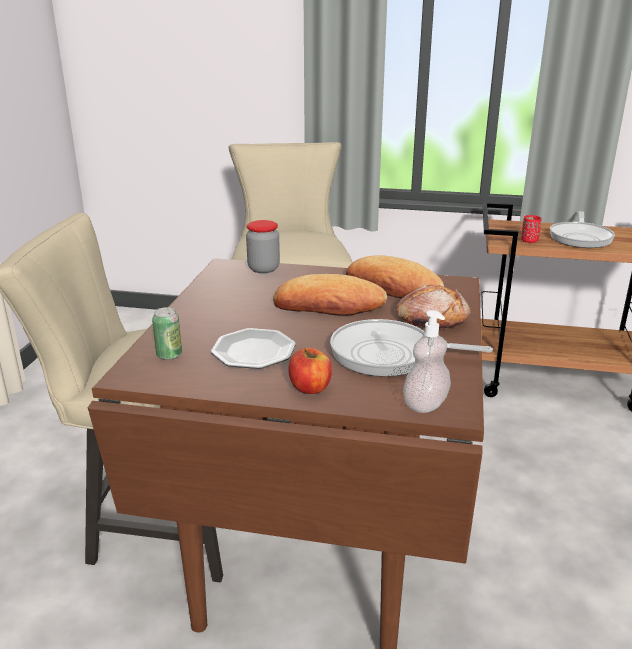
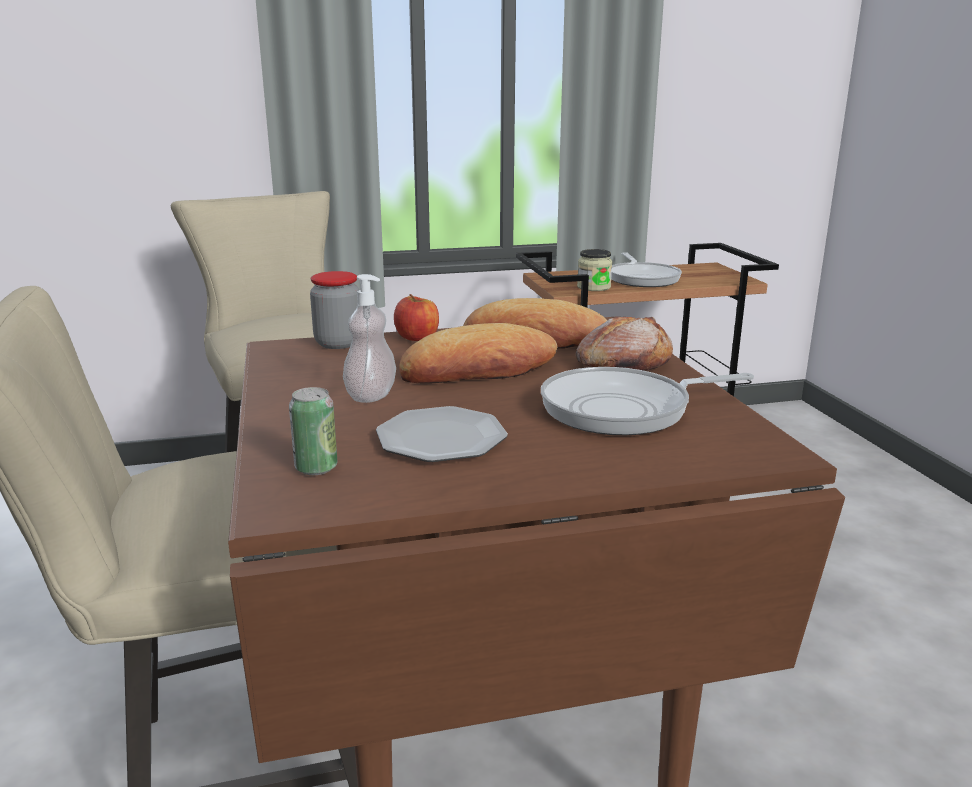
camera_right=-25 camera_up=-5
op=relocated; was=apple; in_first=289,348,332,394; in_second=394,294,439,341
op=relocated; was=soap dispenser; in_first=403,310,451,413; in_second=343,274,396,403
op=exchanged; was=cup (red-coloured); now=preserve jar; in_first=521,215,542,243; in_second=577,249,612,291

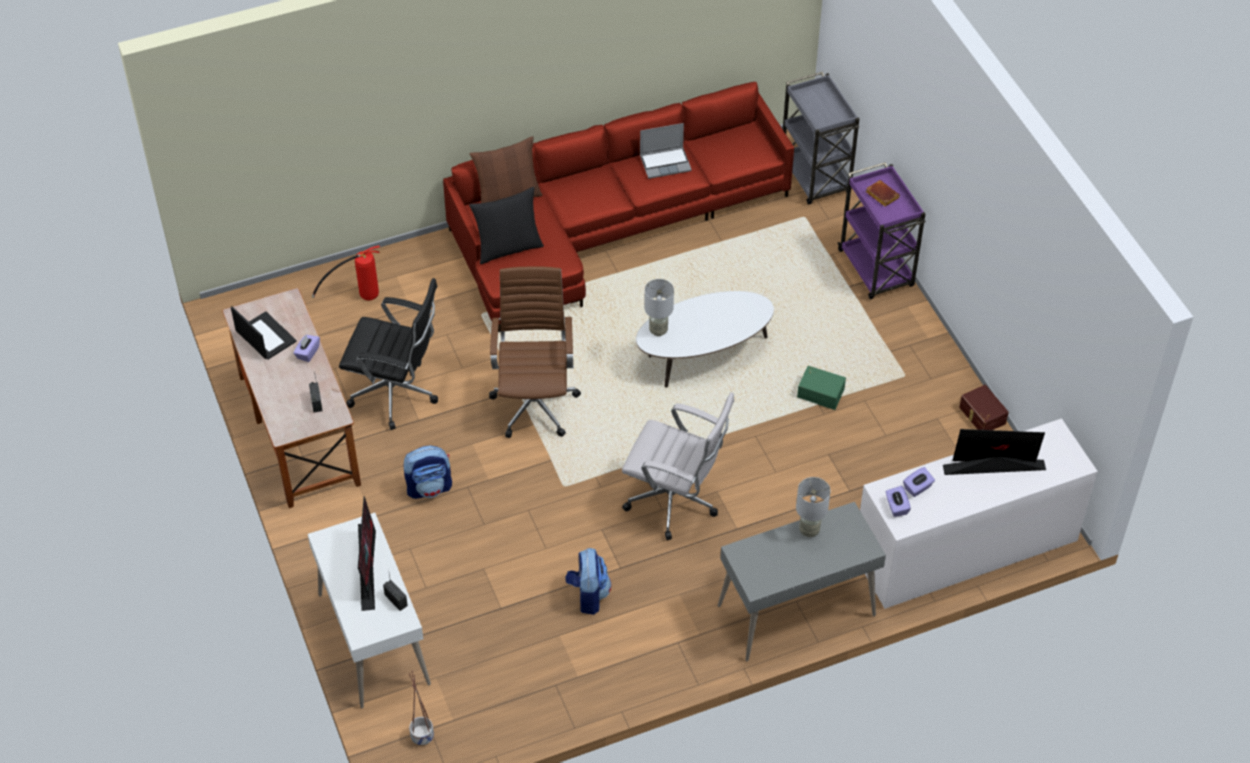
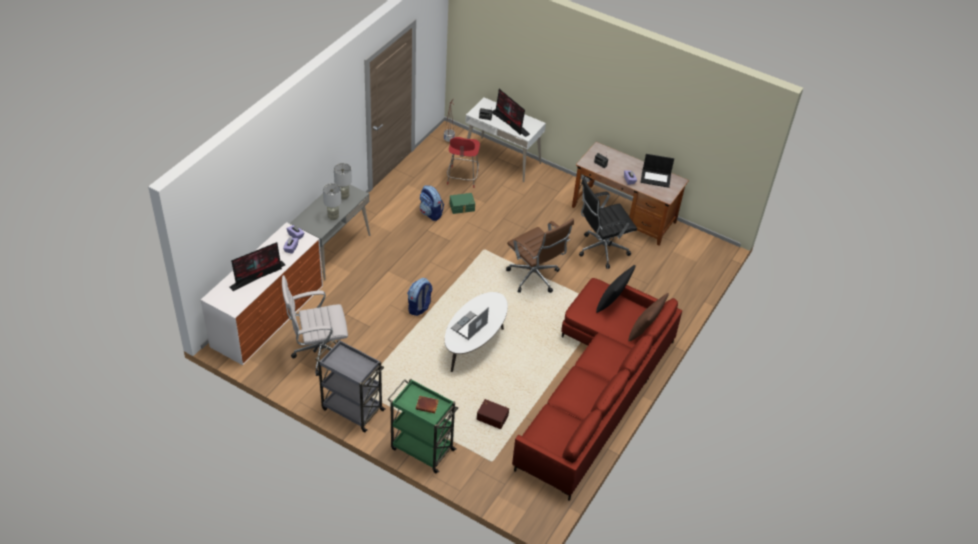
camera_right=140 camera_up=-5
op=missing; was=extinguisher; in_first=312,246,380,300
op=appeared; now=upright chair (red-coloured); in_second=447,137,480,188
op=relocated; was=knapsack; in_first=403,445,452,499; in_second=407,278,433,316
op=relocated; was=office chair (whitish); in_first=622,392,734,540; in_second=282,275,348,376
op=relocated; was=portable computer; in_first=640,123,692,179; in_second=451,307,489,340
op=relocated; was=table lamp (grey); in_first=644,279,674,336; in_second=334,163,352,200
op=relocated; was=wheeled cart (grey); in_first=783,71,859,205; in_second=316,339,386,432
op=relocated; was=storage container (green); in_first=797,366,846,410; in_second=449,193,475,214
op=relocated; was=storage container (brown-coloured); in_first=959,385,1009,430; in_second=477,399,509,429
op=colour; was=wheeled cart (purple); now=wheeled cart (green); in_first=838,162,926,299; in_second=388,378,458,474

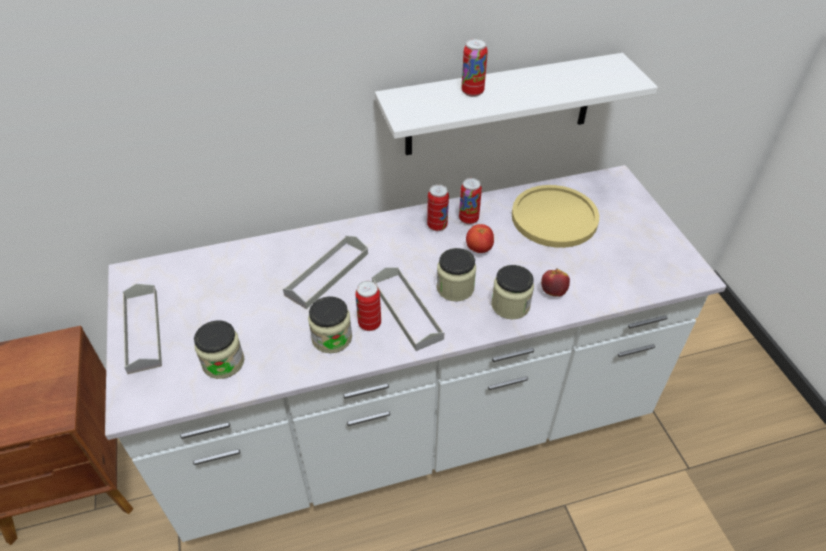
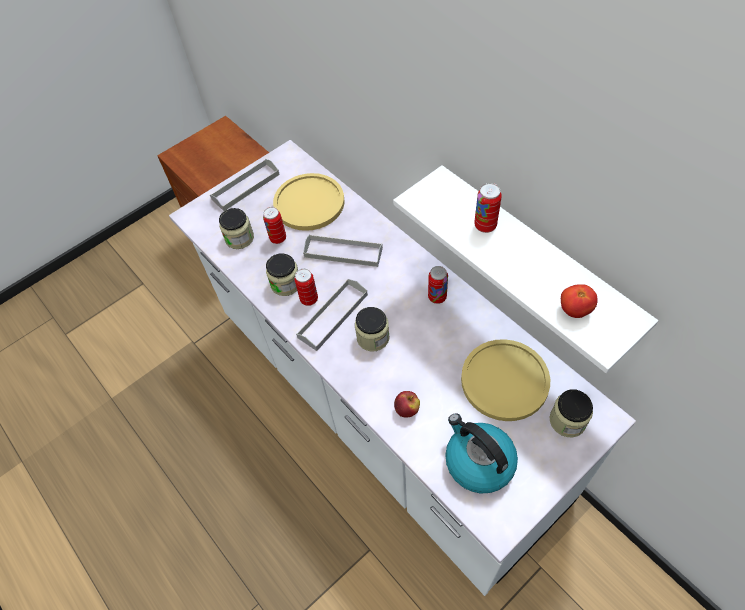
camera_right=70 camera_up=10
op=appeared; now=flat dish (yellowish); in_second=273,173,344,231
op=appeared; now=kettle; in_second=445,413,518,494
op=relocated; was=metal can; in_first=459,178,482,224; in_second=263,207,286,244
op=relocated; was=whole tomato; in_first=466,224,494,253; in_second=561,284,598,318
op=relocated; was=preserve jar; in_first=491,265,534,319; in_second=550,389,593,437

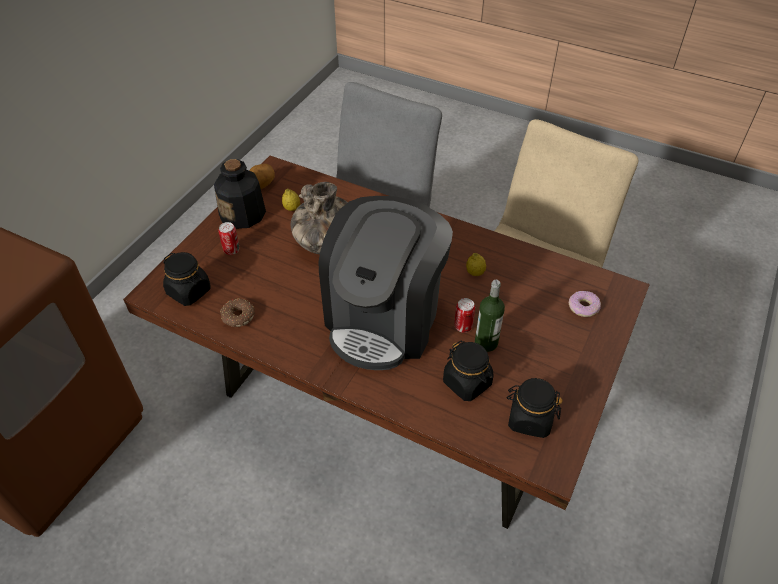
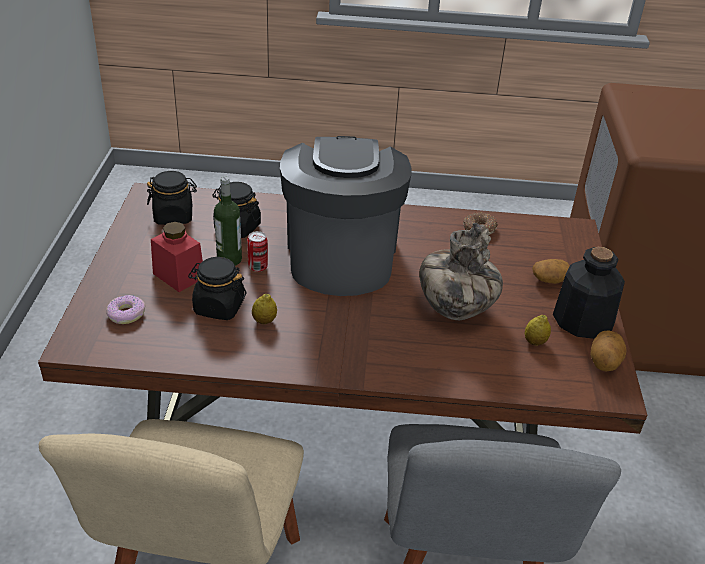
camera_right=155 camera_up=-10
op=appeared; now=preserve jar (red-coloured); in_second=151,222,203,292
op=relocated; was=preserve jar (black-coloured); in_first=163,252,211,306; in_second=188,257,246,320
op=exchanged; was=metal can; now=spud; in_first=218,222,239,255; in_second=532,259,569,284

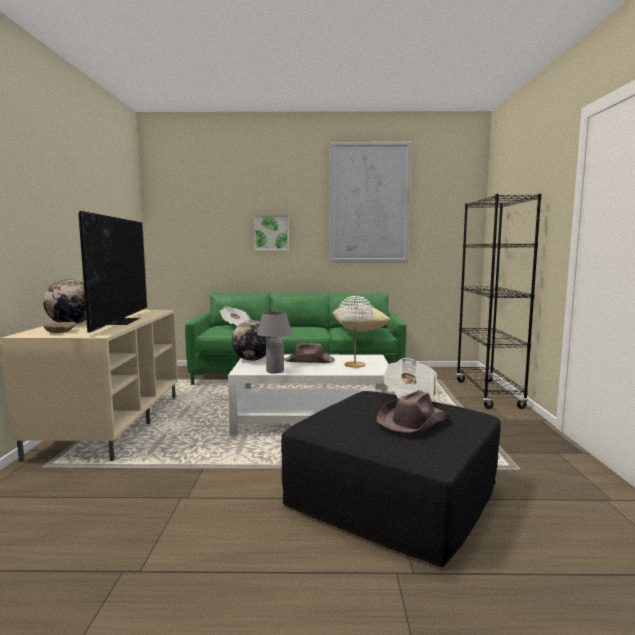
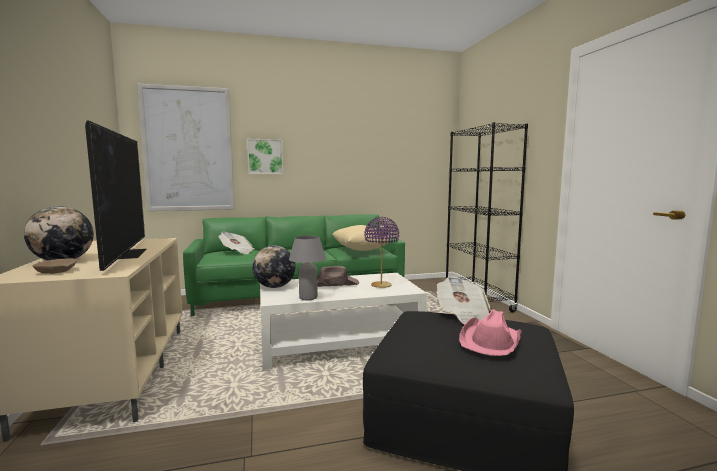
camera_right=-15 camera_up=0
op=relocated; was=wall picture; in_first=329,142,412,263; in_second=137,84,235,211
op=colour; was=table lamp (whitish); now=table lamp (purple); in_first=338,295,373,368; in_second=365,217,399,288
op=colour; was=wearable hat (brown-coloured); now=wearable hat (pinkish); in_first=377,390,451,432; in_second=459,309,522,356

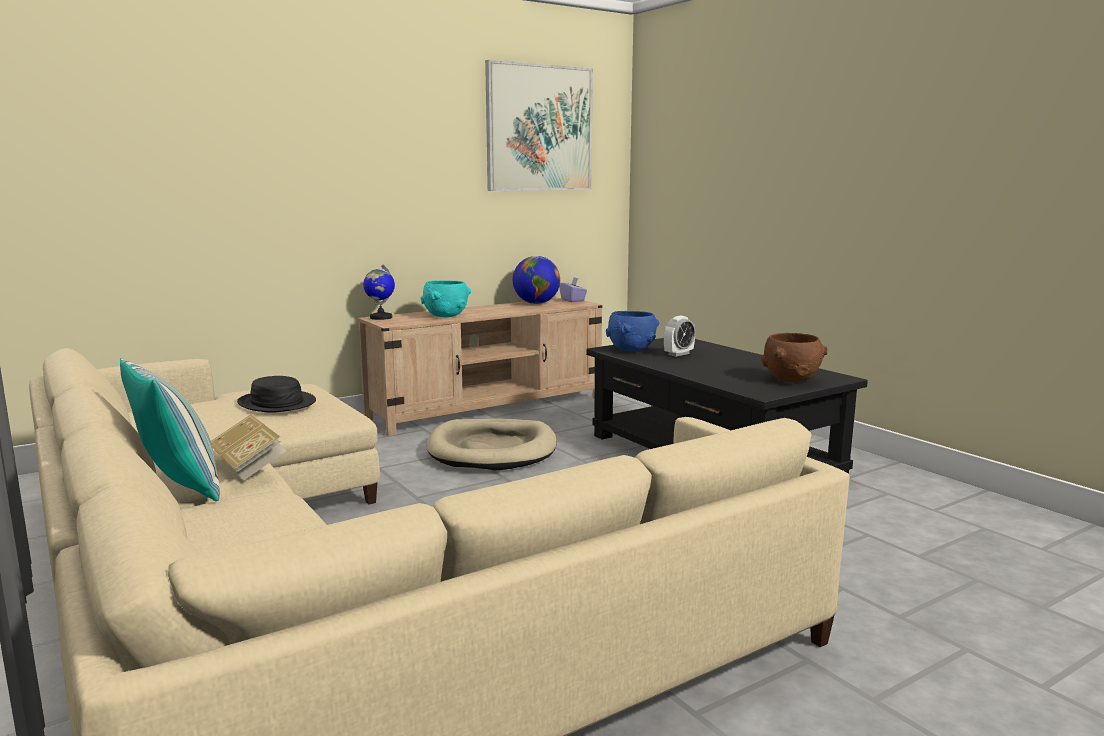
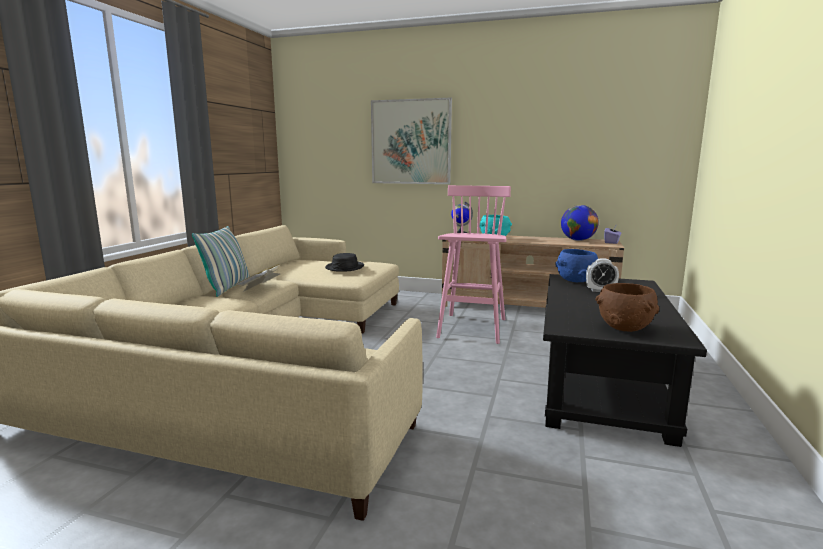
camera_right=50 camera_up=0
op=relocated; was=wall picture; in_first=485,60,593,191; in_second=371,98,452,184
op=exchanged; was=dog bed (beige); now=stool (pinkish); in_first=427,418,557,471; in_second=436,185,511,344

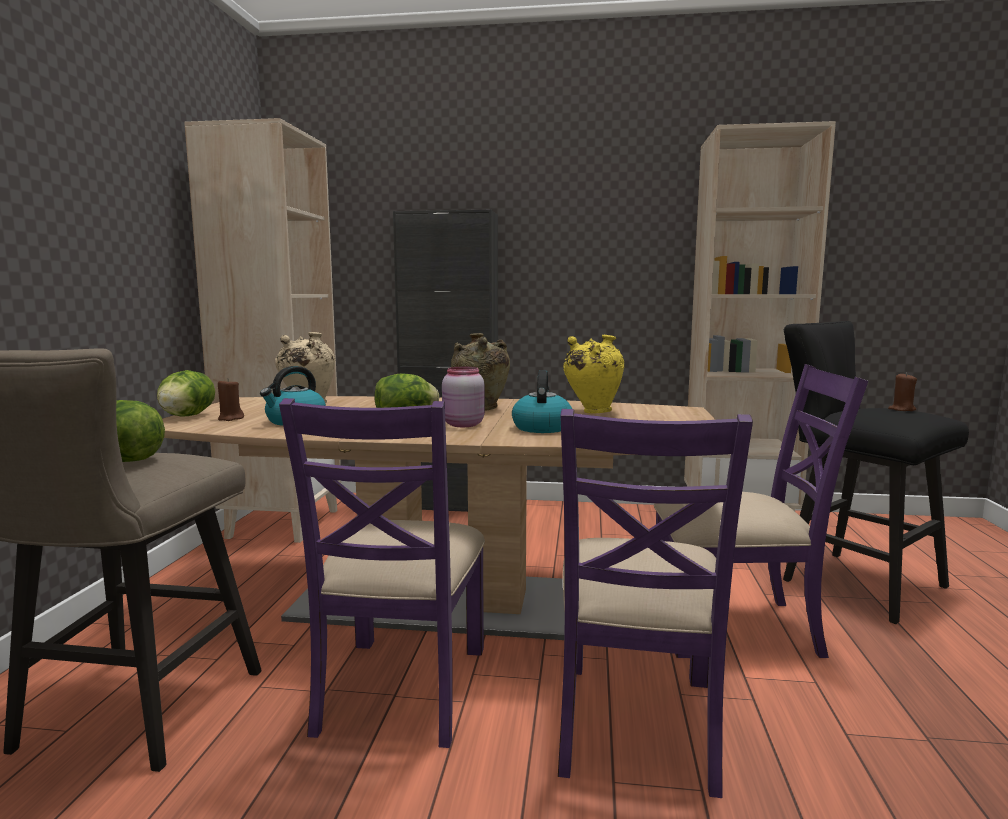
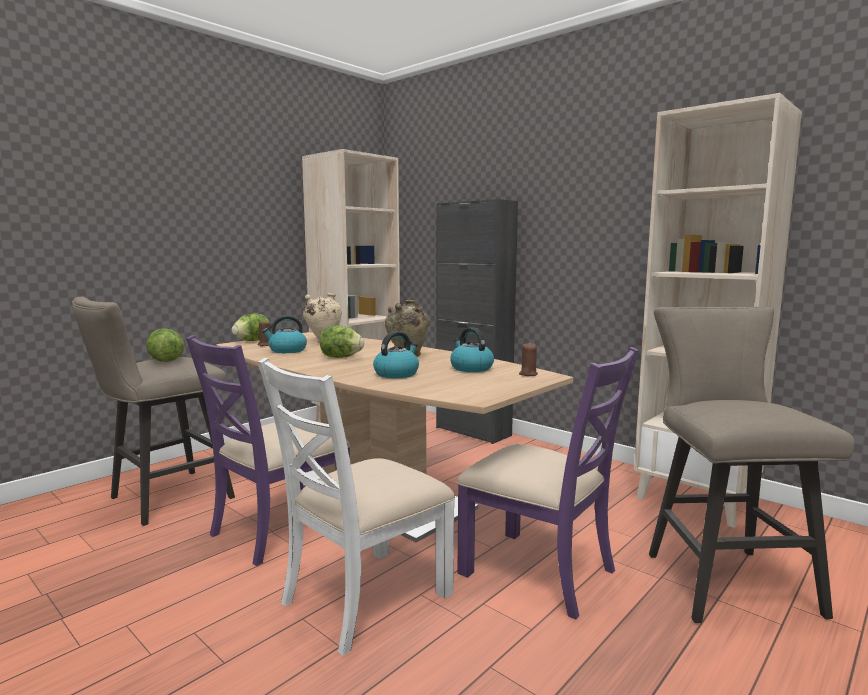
camera_right=35 camera_up=0
op=missing; was=preserve jar (pinkish); in_first=442,367,485,427
op=relocated; was=candle (brown-coloured); in_first=888,373,917,411; in_second=519,342,538,376
op=exchanged; was=vase (yellowish); now=kettle; in_first=563,335,624,413; in_second=450,327,494,372
op=colour; was=upright chair (purple); now=upright chair (whitish); in_first=558,409,753,798; in_second=258,358,455,656
op=colour; was=stool (black-coloured); now=stool (beige); in_first=783,321,969,624; in_second=649,307,855,623

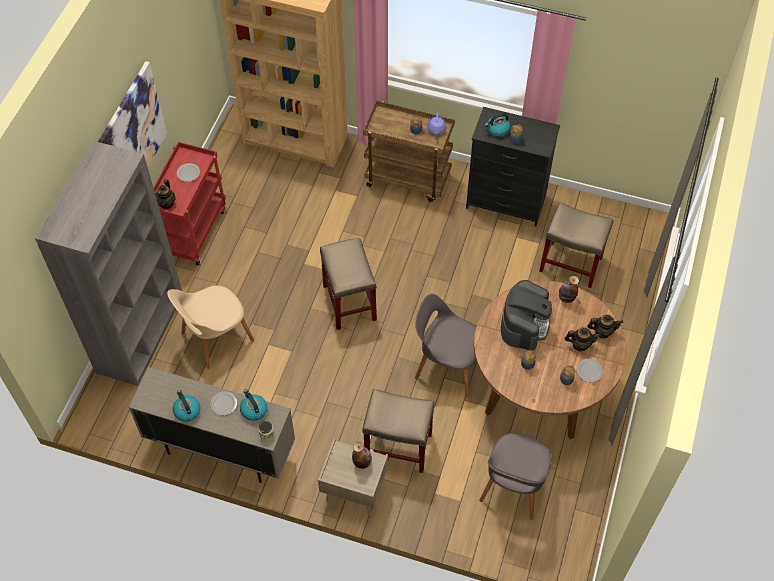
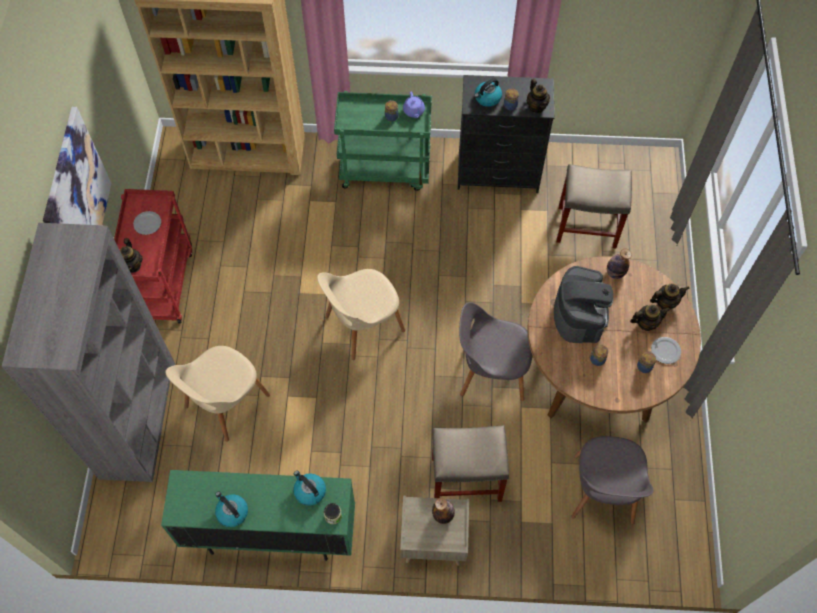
camera_right=-15 camera_up=5
op=missing; was=flat dish; in_first=210,391,237,416
op=appeared; now=tea pot; in_second=527,79,550,113
op=exchanged; was=stool (beige); now=upright chair (beige); in_first=320,238,377,330; in_second=317,269,405,360
op=colour; was=cabinet (beige); now=cabinet (green); in_first=129,367,295,483; in_second=161,470,355,561
op=colour; was=wheeled cart (brown-coloured); now=wheeled cart (green); in_first=363,101,455,202; in_second=334,91,432,191

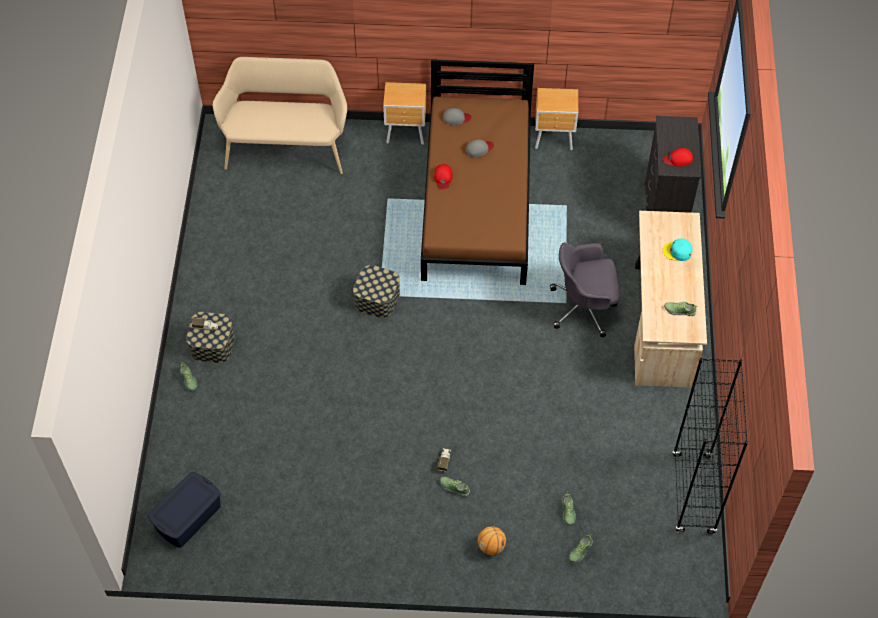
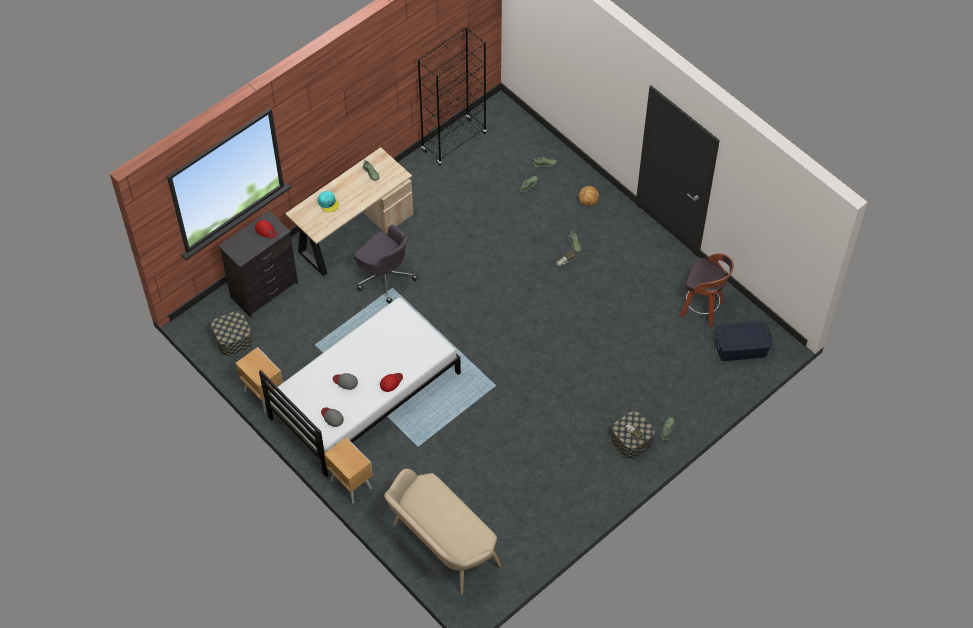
camera_right=-135 camera_up=0
op=appeared; now=stool; in_second=680,253,734,327
op=relocated; was=storage container; in_first=353,265,400,318; in_second=211,311,253,356
op=colour; was=bed (brown-coloured); now=bed (whitish); in_first=421,59,534,285; in_second=259,298,461,477

